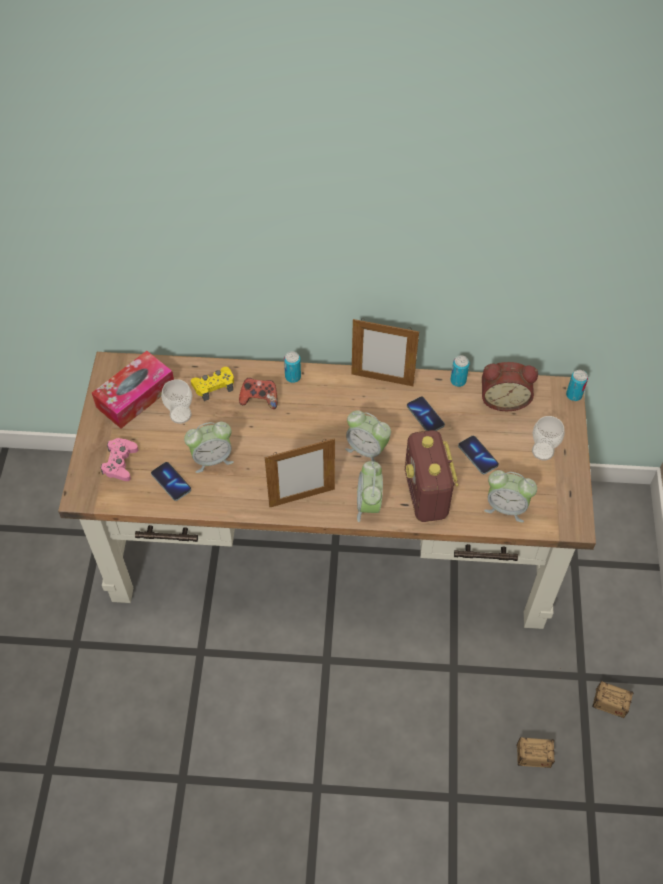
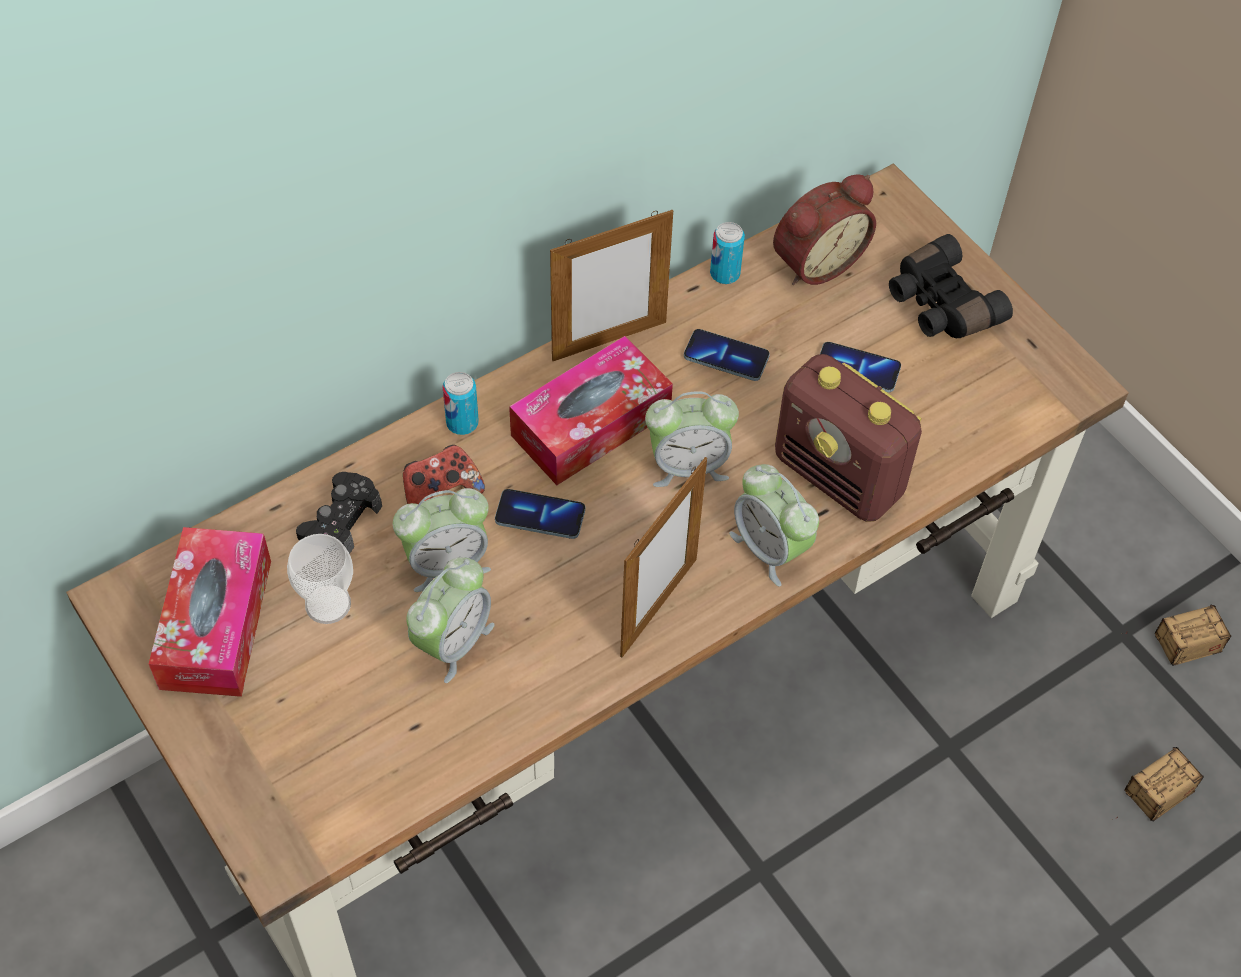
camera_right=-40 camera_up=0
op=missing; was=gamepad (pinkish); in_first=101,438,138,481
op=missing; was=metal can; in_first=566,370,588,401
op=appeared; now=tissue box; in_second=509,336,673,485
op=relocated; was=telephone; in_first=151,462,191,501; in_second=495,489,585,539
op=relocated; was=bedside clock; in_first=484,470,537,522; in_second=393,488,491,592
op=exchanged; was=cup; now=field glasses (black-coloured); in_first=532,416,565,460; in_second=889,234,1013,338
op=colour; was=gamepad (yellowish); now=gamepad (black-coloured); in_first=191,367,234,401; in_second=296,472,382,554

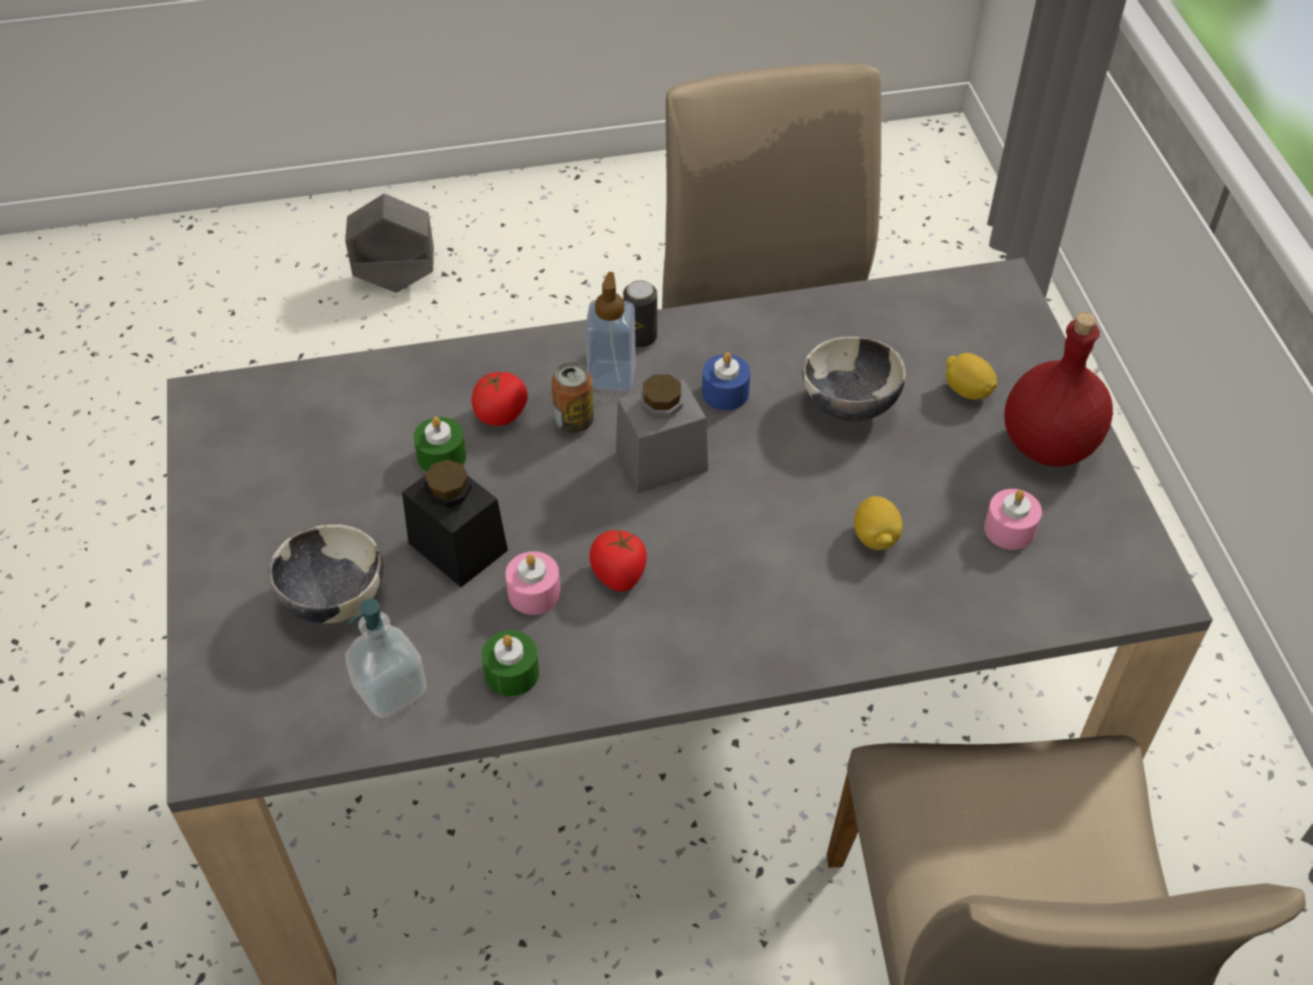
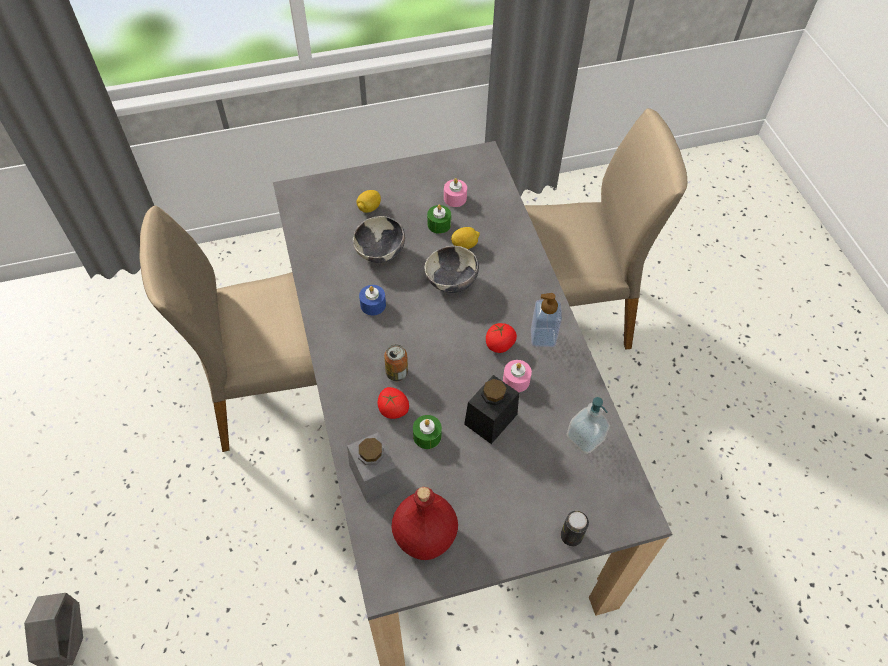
camera_right=-95 camera_up=5
op=relocated; was=bowl; in_first=268,525,383,624; in_second=425,246,479,293
op=relocated; was=candle (green); in_first=482,630,539,696; in_second=427,205,451,234
op=relocated; was=soap dispenser; in_first=585,272,636,391; in_second=531,293,562,347
op=relocated; was=preserve jar (grey); in_first=616,374,708,493; in_second=347,432,400,503
op=relocated; was=metal can; in_first=623,280,657,348; in_second=561,511,589,547
op=relocated; was=bottle (red-coloured); in_first=1004,312,1113,467; in_second=392,487,458,560

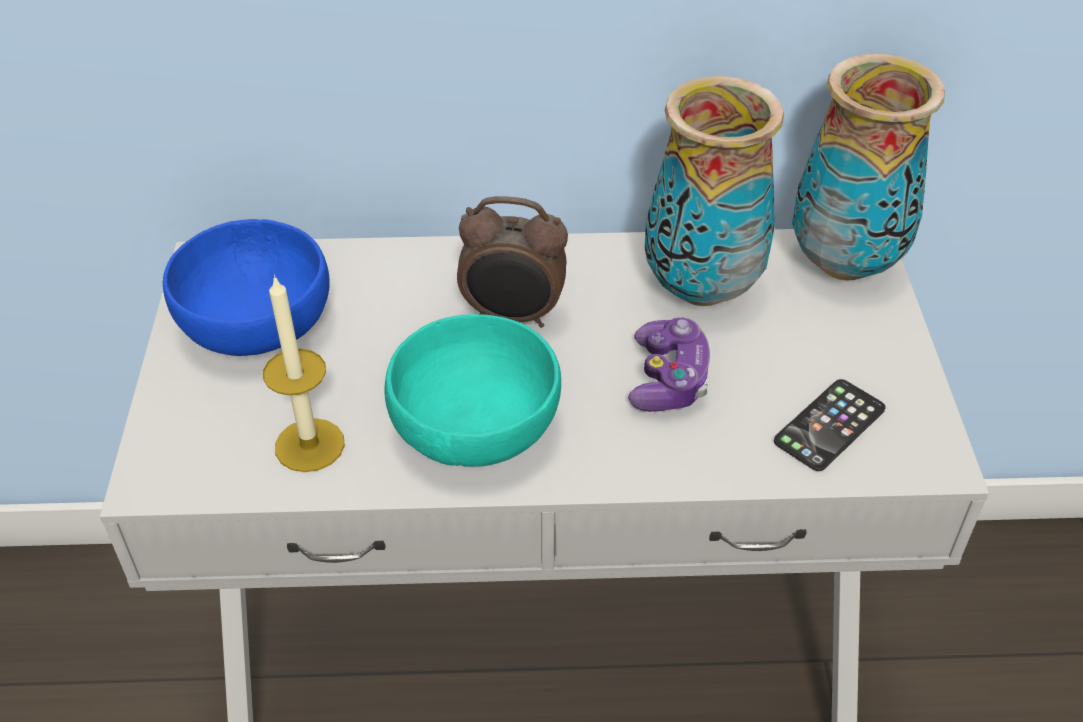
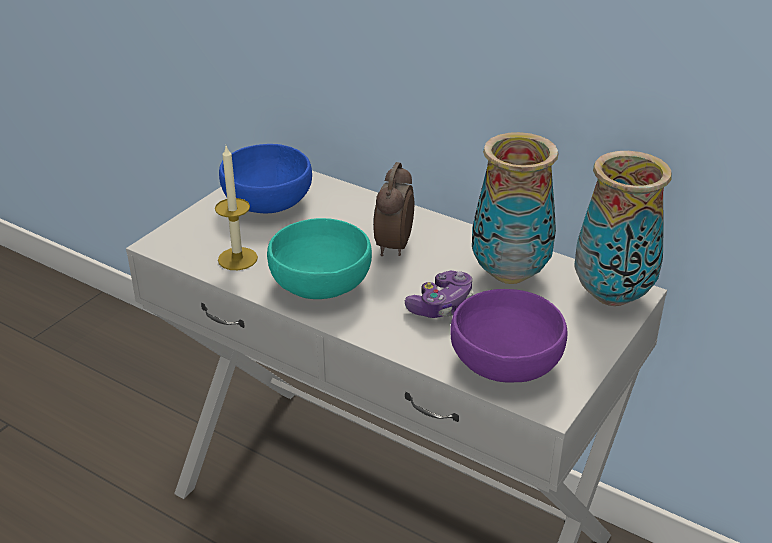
camera_right=35 camera_up=-10
op=exchanged; was=telephone; now=bowl (purple); in_first=774,379,886,471; in_second=451,289,568,382
op=spun; was=bedside clock; in_first=457,196,568,328; in_second=373,162,414,256; clockwise=60

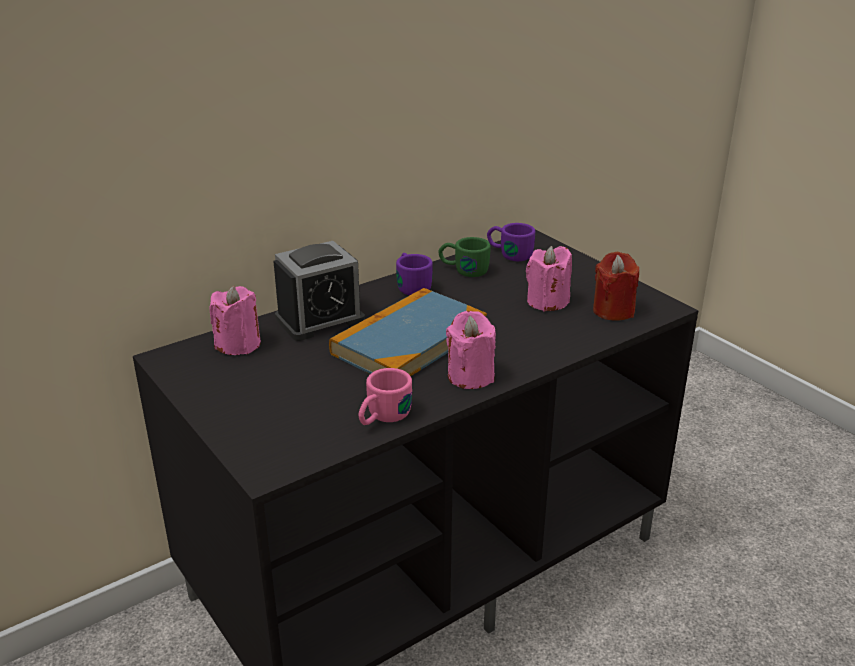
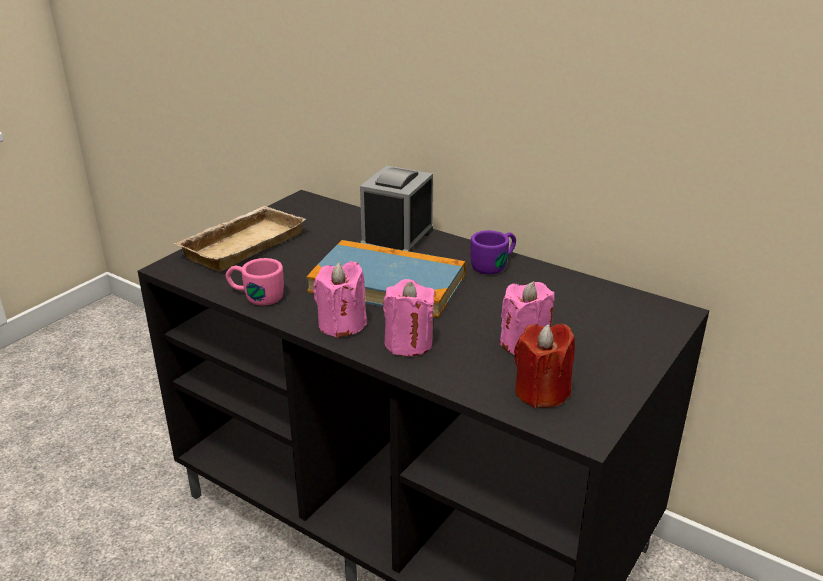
camera_right=70 camera_up=0
op=missing; was=tea mug (green); in_first=438,237,491,277
op=missing; was=tea mug (purple); in_first=487,223,535,261
op=appeared; now=tray (beige); in_second=174,206,306,272
op=relocated; was=candle (pinkish); in_first=209,286,261,355; in_second=383,279,435,356
op=spun; was=bedside clock; in_first=273,241,365,341; in_second=360,166,433,252; clockwise=75

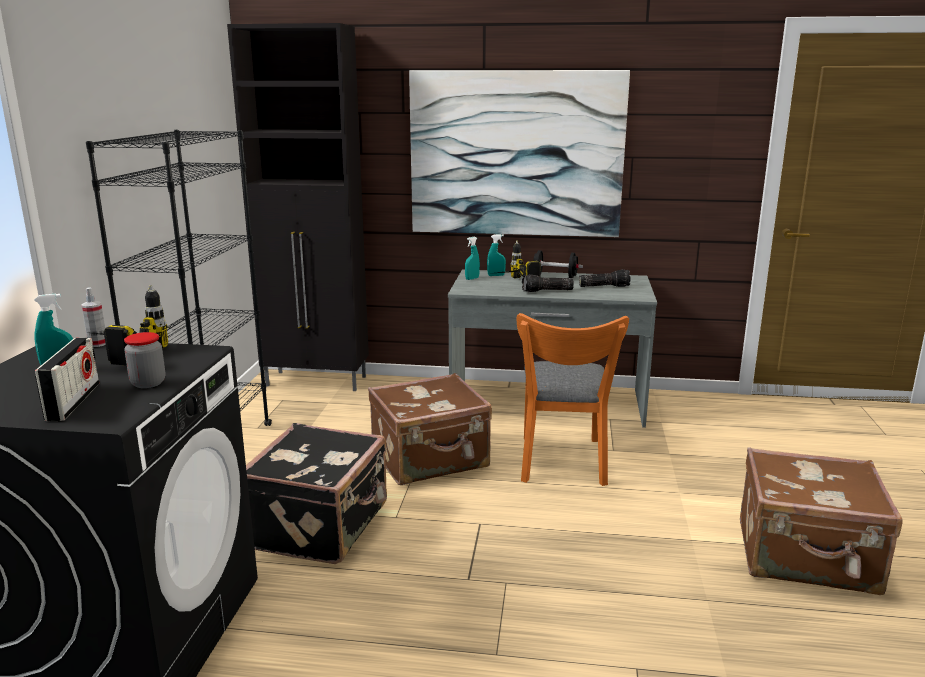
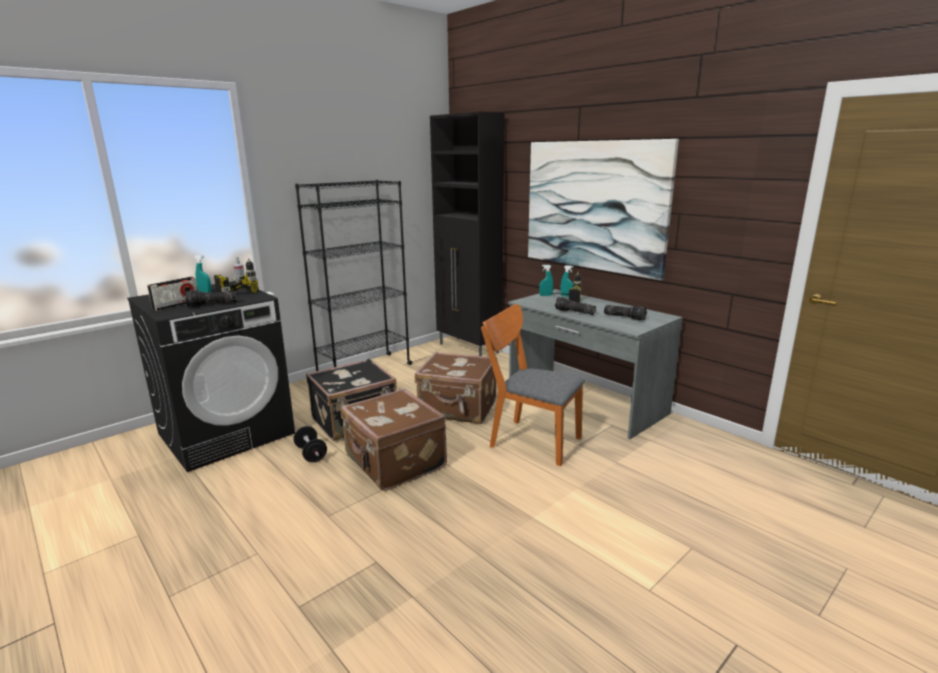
camera_right=40 camera_up=0
op=relocated; was=dumbbell (black-coloured); in_first=533,250,583,279; in_second=293,426,327,462
op=relocated; was=suitcase (brown-coloured); in_first=740,447,903,595; in_second=341,389,447,491
op=exchanged; was=preserve jar; now=hand torch; in_first=124,332,165,388; in_second=185,290,237,307
op=spun; was=upright chair (orangey); in_first=517,313,629,486; in_second=481,304,585,466; clockwise=75

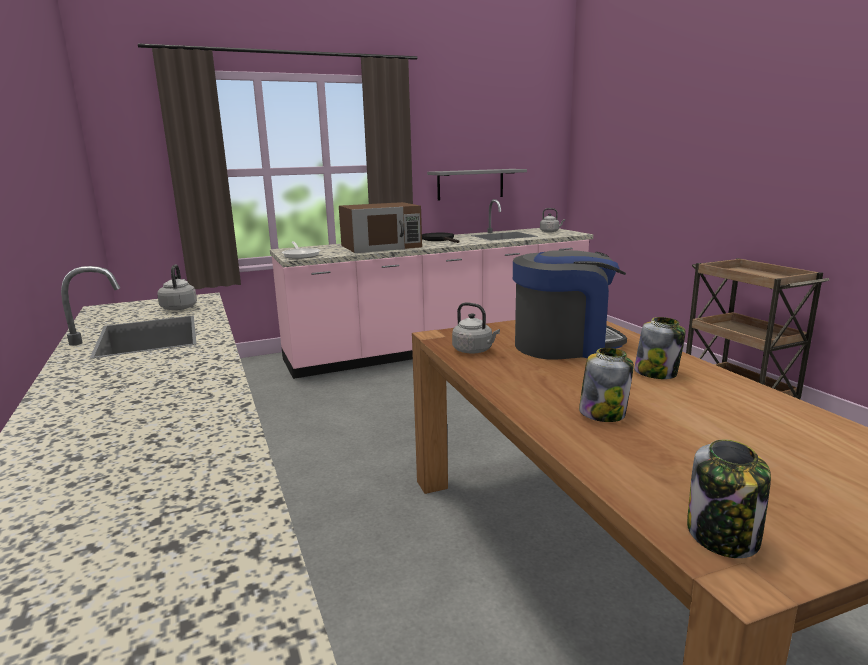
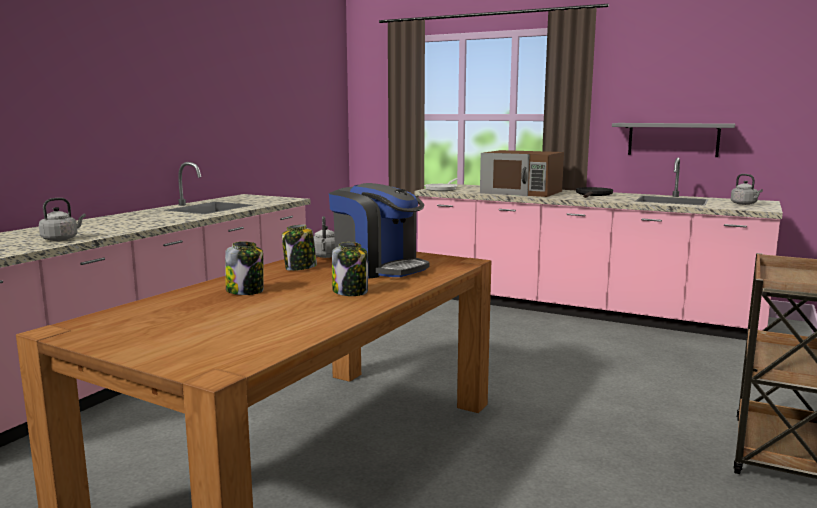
camera_right=50 camera_up=-5
op=relocated; was=kettle (grey); in_first=157,264,197,311; in_second=39,198,86,241
op=relocated; was=preserve jar; in_first=687,439,771,558; in_second=282,225,317,271

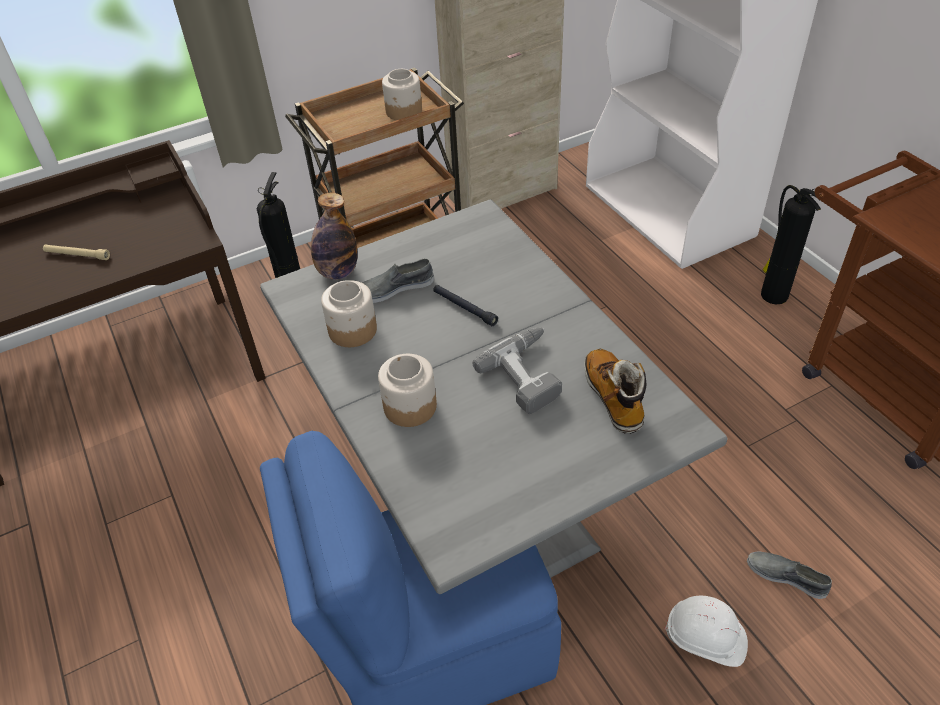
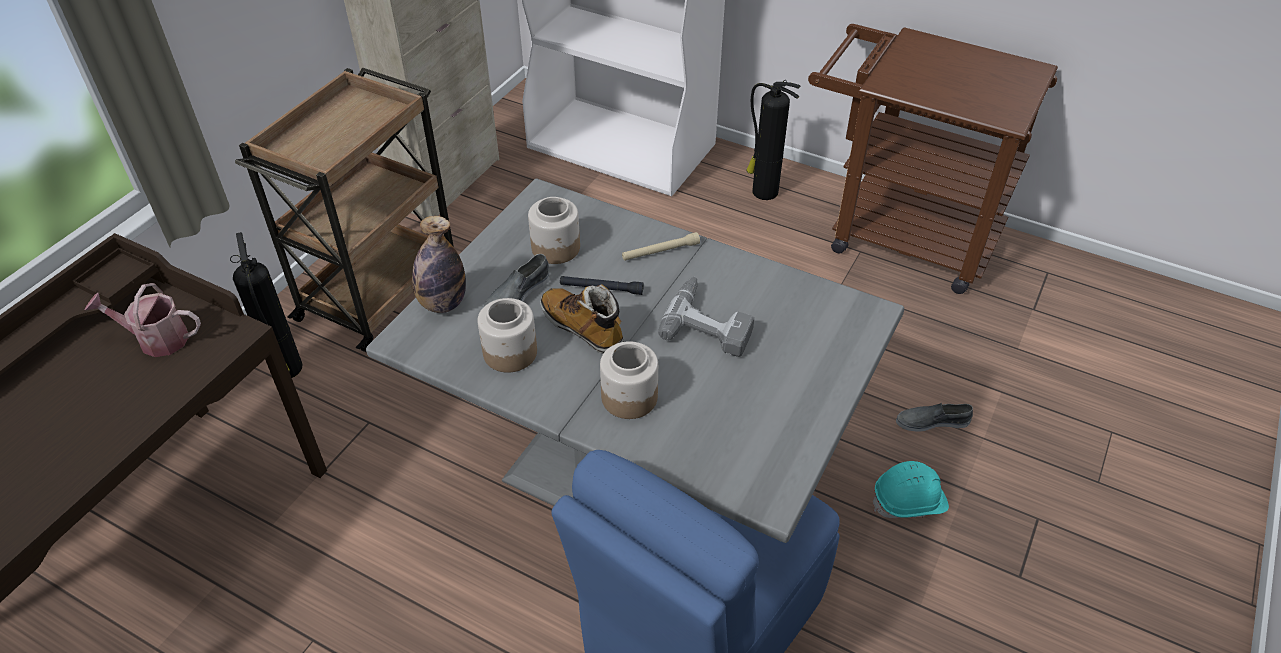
camera_right=-35 camera_up=0
op=appeared; now=sprinkling can; in_second=84,283,201,357
op=relocated; was=hand torch (beige); in_first=43,245,110,260; in_second=622,232,700,261
op=relocated; was=preserve jar; in_first=382,69,422,120; in_second=528,197,580,264
op=relocated; was=high-top boot; in_first=585,348,647,434; in_second=540,284,624,354
op=colour; was=hard hat (whitish); now=hard hat (turquoise-coloured); in_first=664,596,748,667; in_second=873,461,949,518

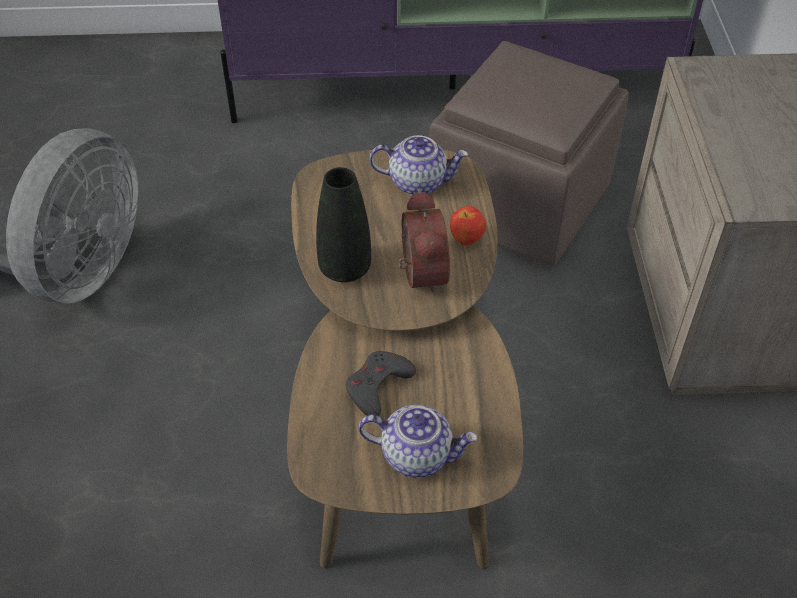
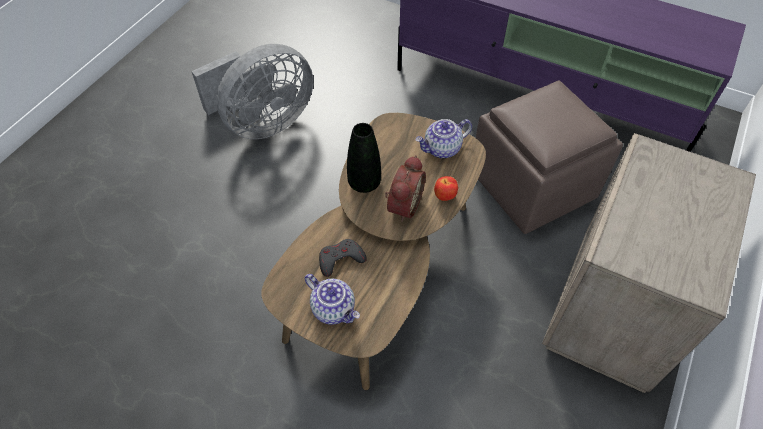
camera_right=30 camera_up=5
op=spun; was=tea pot; in_first=369,135,468,195; in_second=415,119,472,158; clockwise=120

